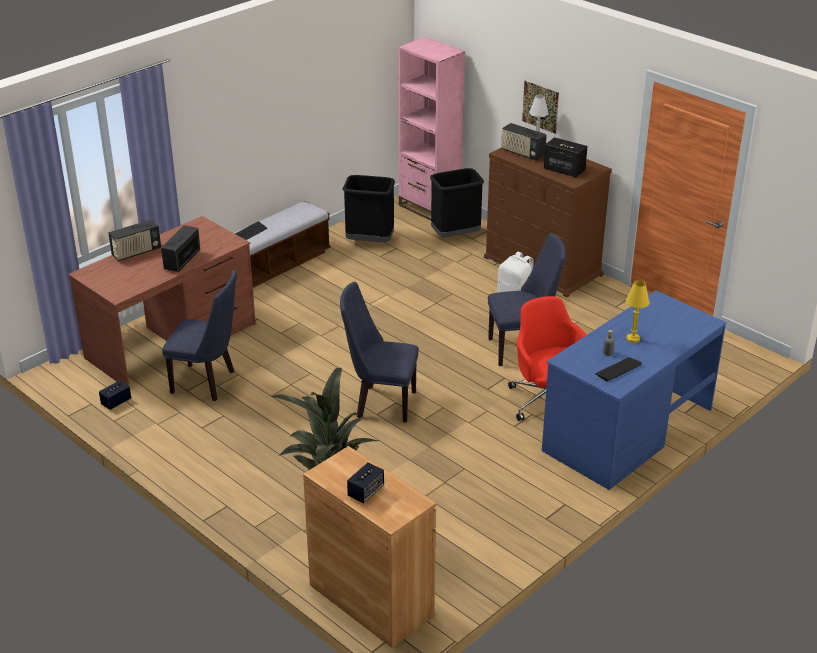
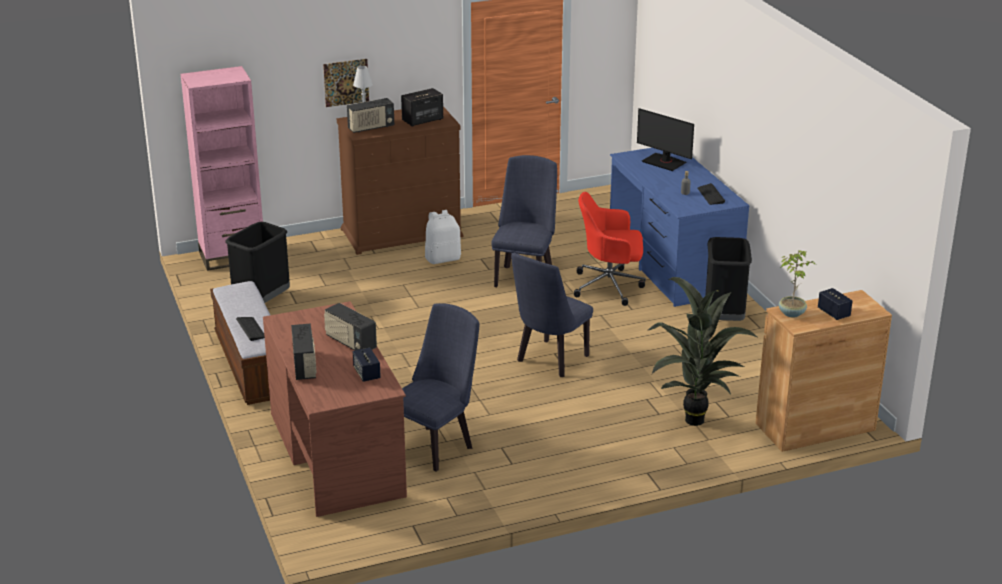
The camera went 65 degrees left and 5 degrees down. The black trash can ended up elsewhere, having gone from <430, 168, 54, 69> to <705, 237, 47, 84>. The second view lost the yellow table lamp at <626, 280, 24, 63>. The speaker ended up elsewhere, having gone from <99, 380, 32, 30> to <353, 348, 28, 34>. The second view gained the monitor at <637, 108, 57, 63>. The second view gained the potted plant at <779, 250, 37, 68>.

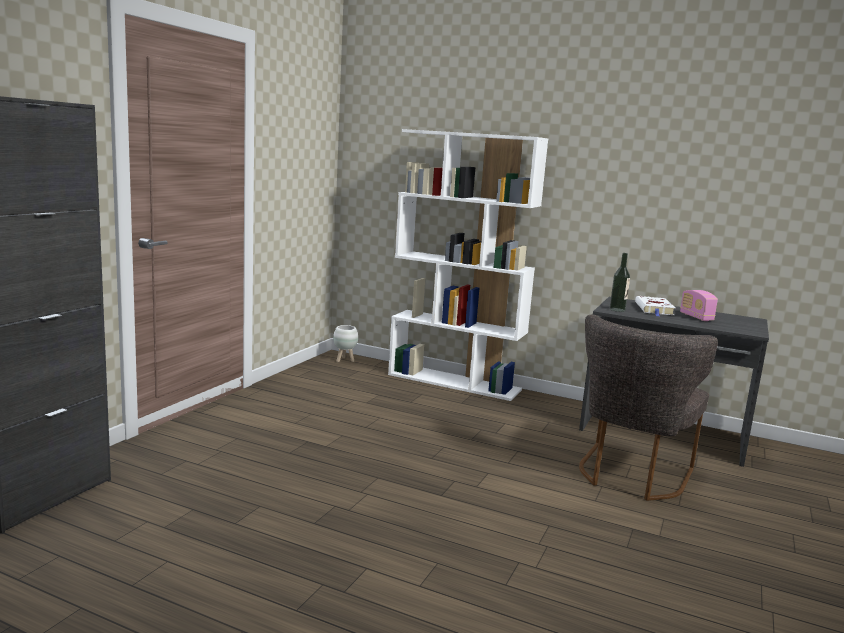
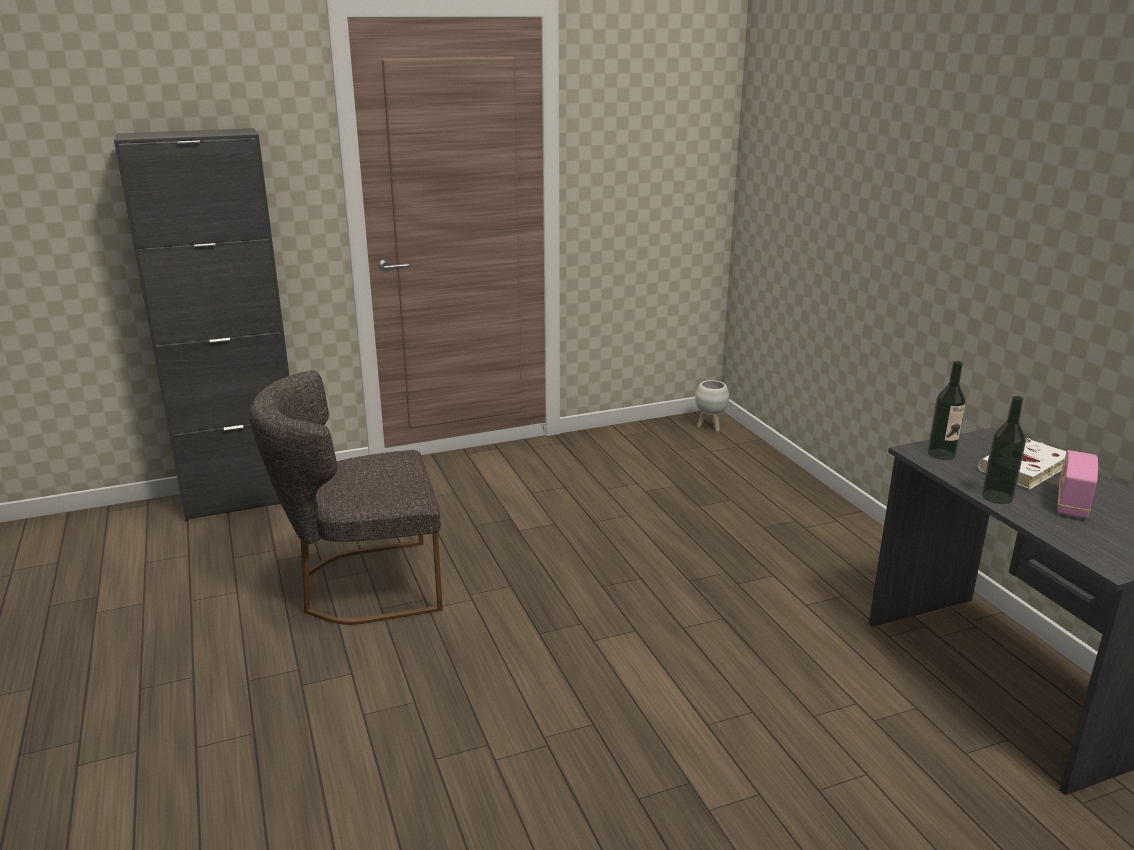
The camera went 45 degrees right and 10 degrees up. The second view lost the white bookcase at <388, 129, 160, 272>. The grey chair ended up elsewhere, having gone from <579, 314, 139, 187> to <249, 370, 194, 255>. The second view gained the bottle at <982, 396, 44, 108>.

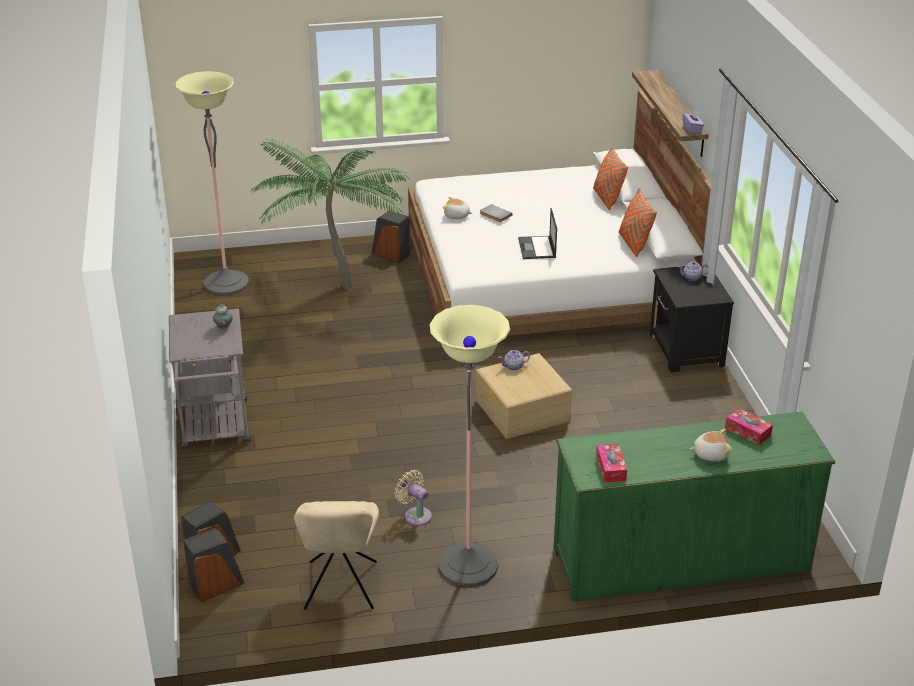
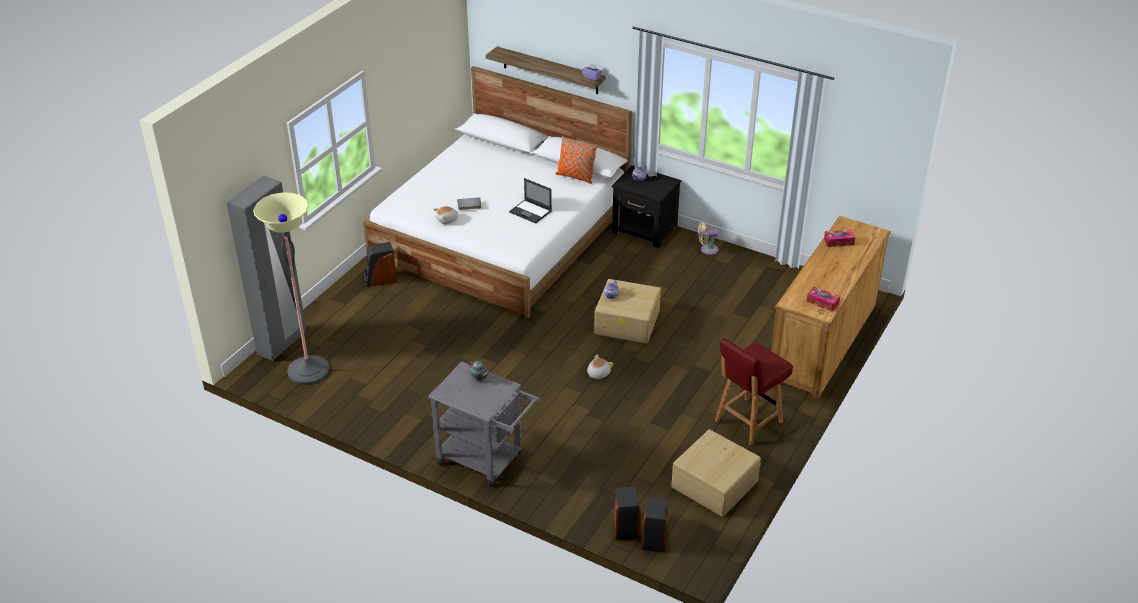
The camera went 50 degrees left and 5 degrees up. The second view lost the potted plant at <250, 138, 159, 151>. The second view lost the orange pillow at <593, 146, 35, 64>. Where the floor lamp stood at <430, 305, 80, 282>, the red chair came to stand at <715, 338, 78, 108>. What was the green dresser at <553, 412, 282, 190> turned into the brown dresser at <771, 216, 120, 184>. The plush toy ended up elsewhere, having gone from <689, 429, 43, 32> to <587, 355, 26, 24>. The beige fan ended up elsewhere, having gone from <395, 470, 37, 56> to <698, 222, 21, 33>. Where the beige chair stood at <294, 501, 85, 109>, the beige storage box came to stand at <671, 429, 90, 88>. The second view gained the grey wardrobe at <226, 175, 80, 186>.

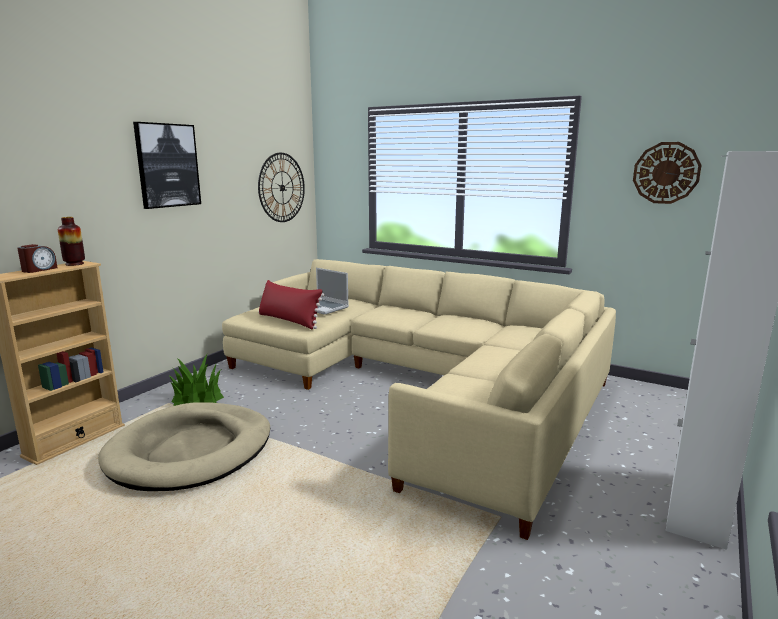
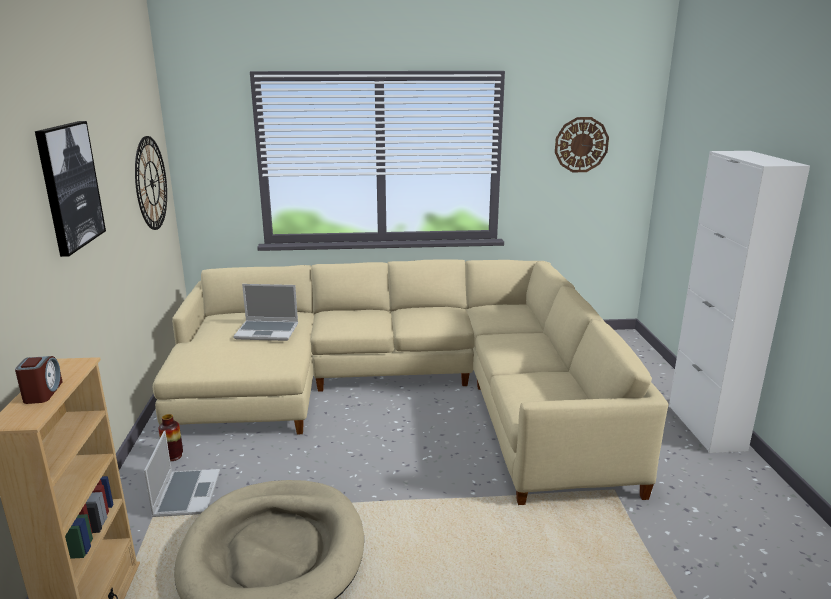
The camera went 35 degrees left and 5 degrees up. The vase ended up elsewhere, having gone from <58, 217, 27, 49> to <158, 414, 25, 47>. The second view lost the red pillow at <258, 280, 67, 50>. Where the potted plant stood at <168, 354, 56, 52>, the laptop came to stand at <144, 431, 76, 86>.

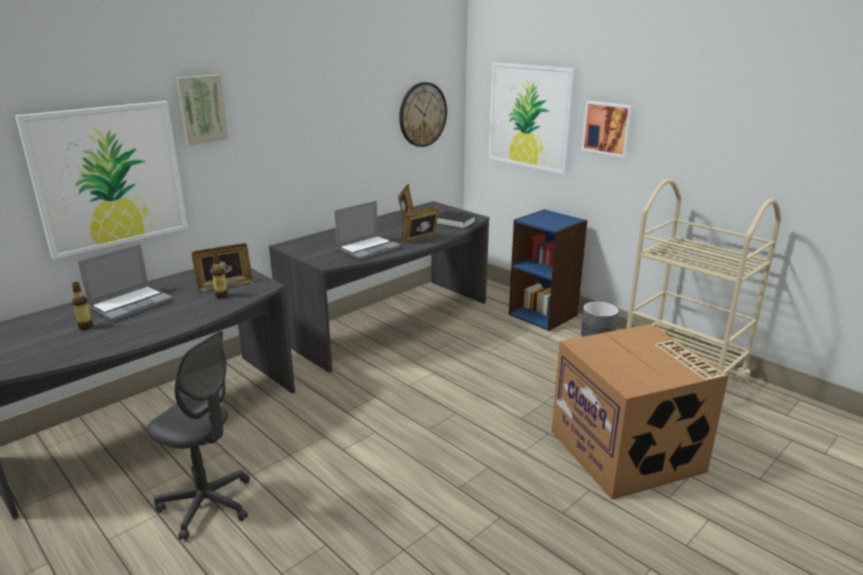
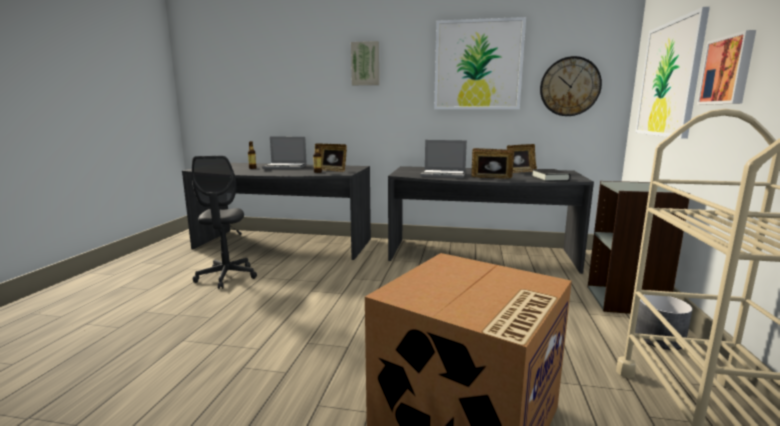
The camera went 55 degrees right and 10 degrees down. The picture ended up elsewhere, having gone from <15, 101, 173, 158> to <434, 17, 92, 92>. What was the blue bookcase at <509, 209, 78, 122> turned into the grey bookcase at <588, 181, 102, 133>.

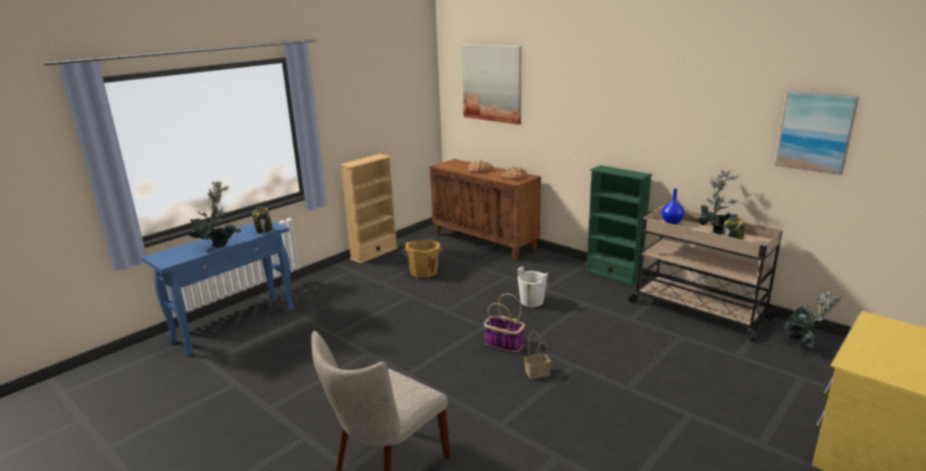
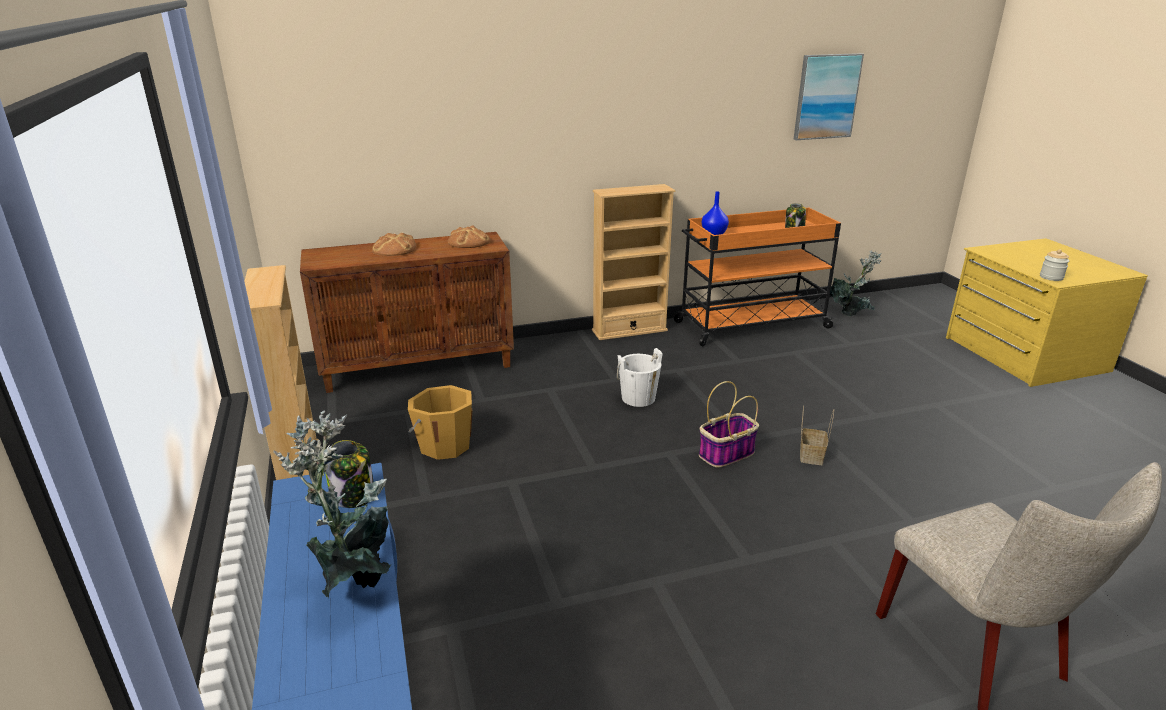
The camera went 60 degrees left and 5 degrees up. The second view lost the picture at <461, 44, 61, 81>. What was the green bookcase at <585, 165, 67, 121> turned into the beige bookcase at <592, 184, 84, 156>. The second view lost the potted plant at <697, 170, 42, 65>. What was the beige cart at <629, 206, 154, 135> turned into the orange cart at <674, 208, 167, 138>. The second view gained the jar at <1040, 249, 29, 32>.

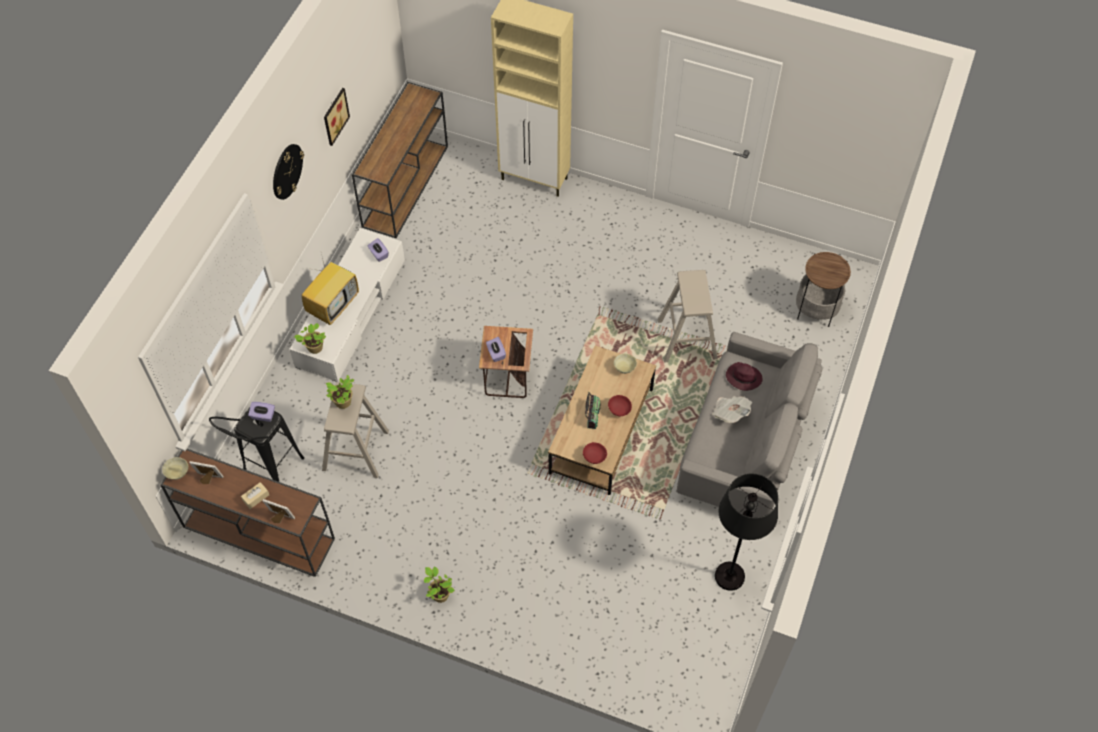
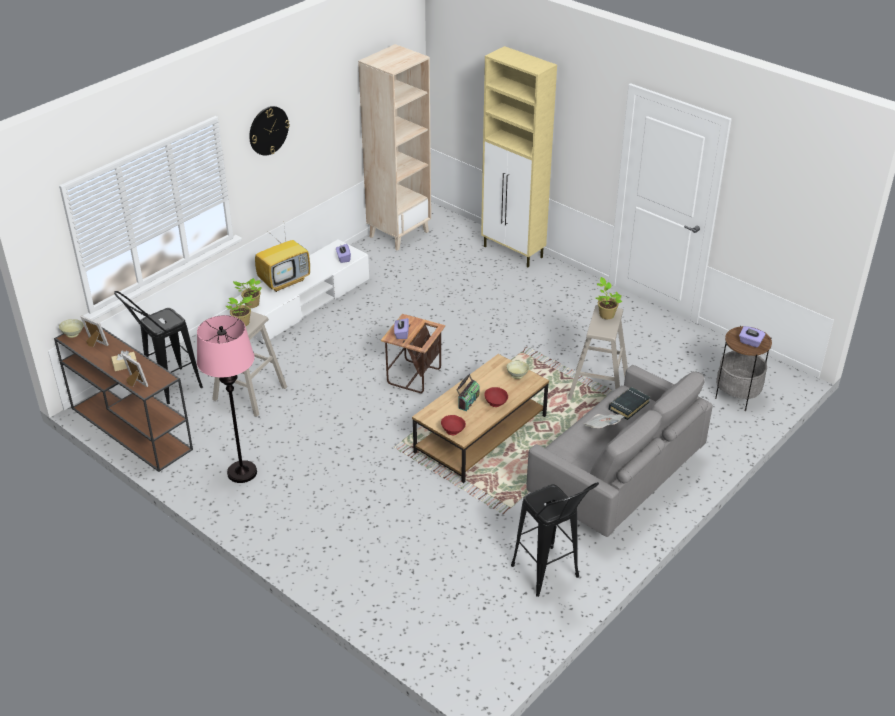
The camera went 20 degrees right and 20 degrees down. Where the brown console table stood at <352, 82, 96, 156>, the beige bookcase came to stand at <358, 44, 73, 207>. The second view lost the picture at <324, 88, 26, 58>. Where the purple hat stood at <726, 362, 37, 29>, the black book came to stand at <609, 387, 41, 33>. The purple tissue box ended up elsewhere, having gone from <248, 402, 27, 20> to <739, 326, 27, 22>. Where the black floor lamp stood at <715, 473, 63, 118>, the black stool came to stand at <511, 482, 88, 115>. The potted plant ended up elsewhere, having gone from <424, 566, 31, 37> to <596, 277, 26, 42>. The second view gained the pink floor lamp at <197, 315, 60, 168>.

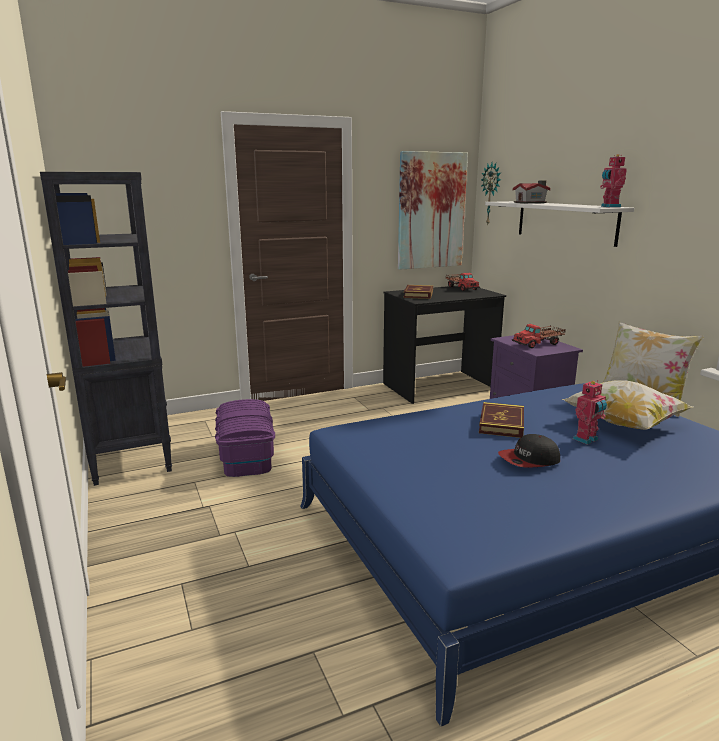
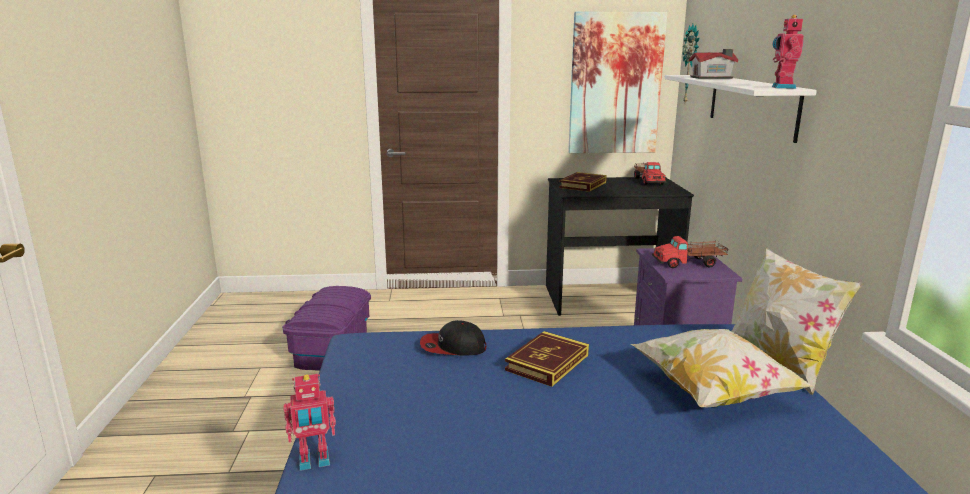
The camera went 20 degrees right and 0 degrees up. The second view lost the black bookcase at <40, 172, 132, 314>. The toy robot ended up elsewhere, having gone from <573, 380, 34, 65> to <283, 374, 53, 97>. The cap ended up elsewhere, having gone from <498, 434, 62, 34> to <420, 320, 66, 35>.

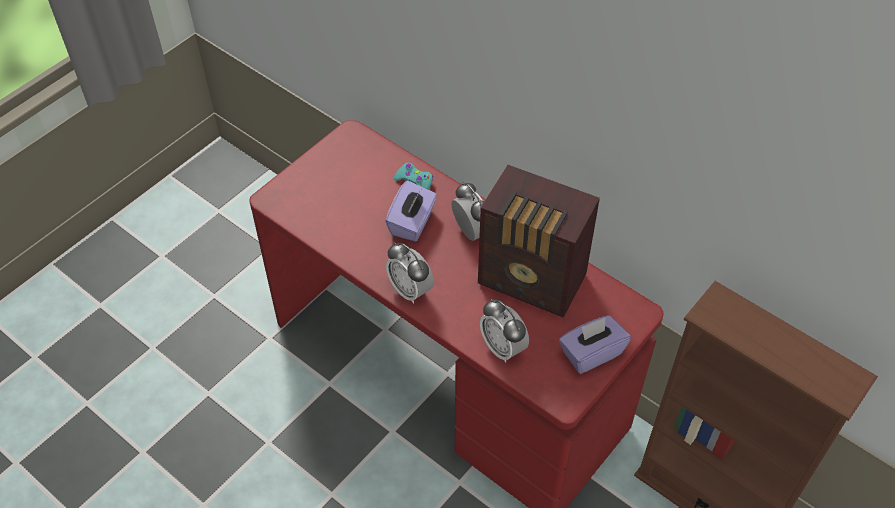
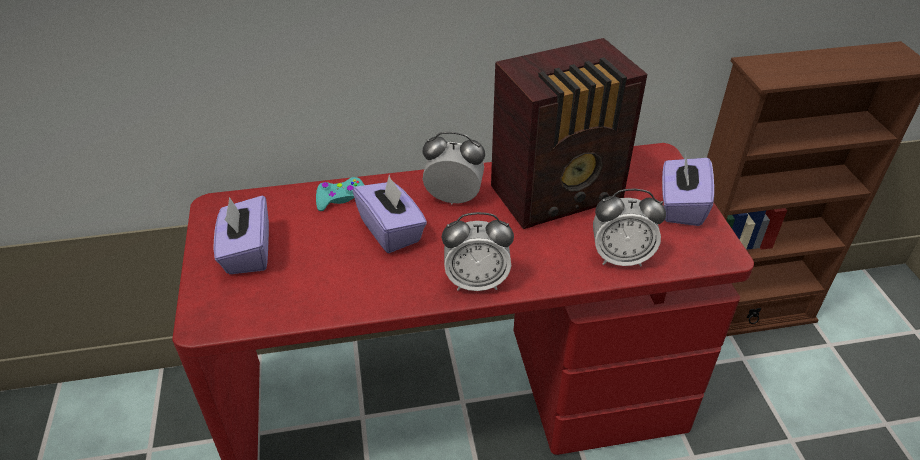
The camera went 50 degrees left and 10 degrees down. The second view gained the purple tissue box at <214, 195, 55, 79>.

